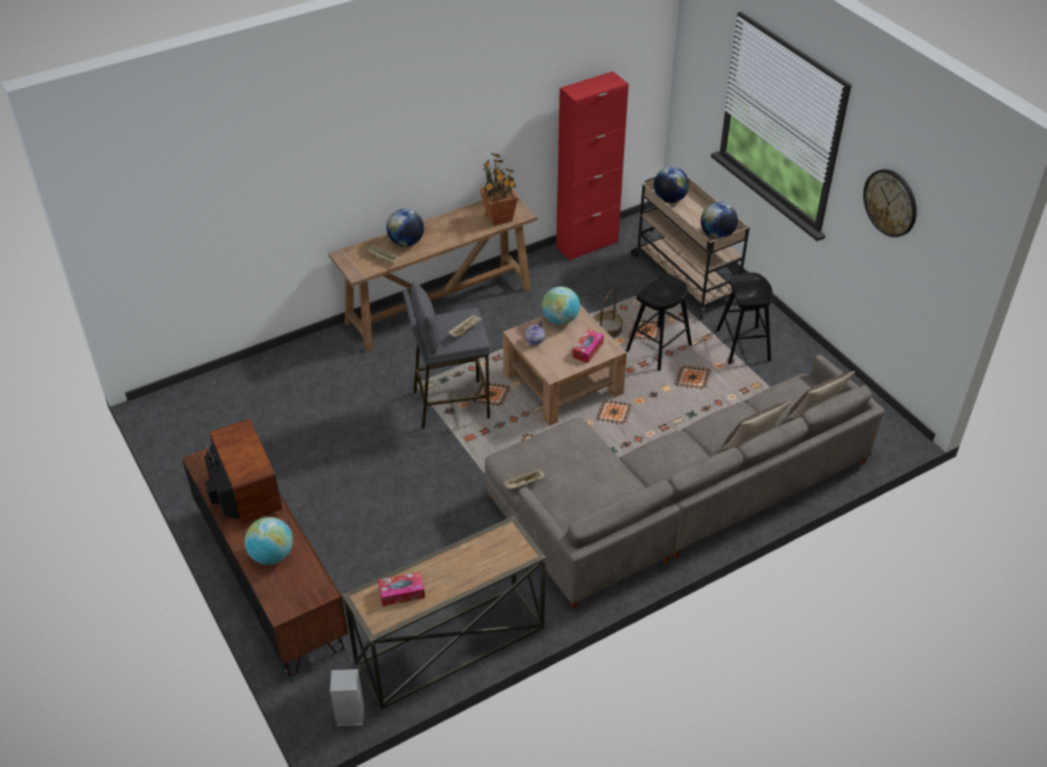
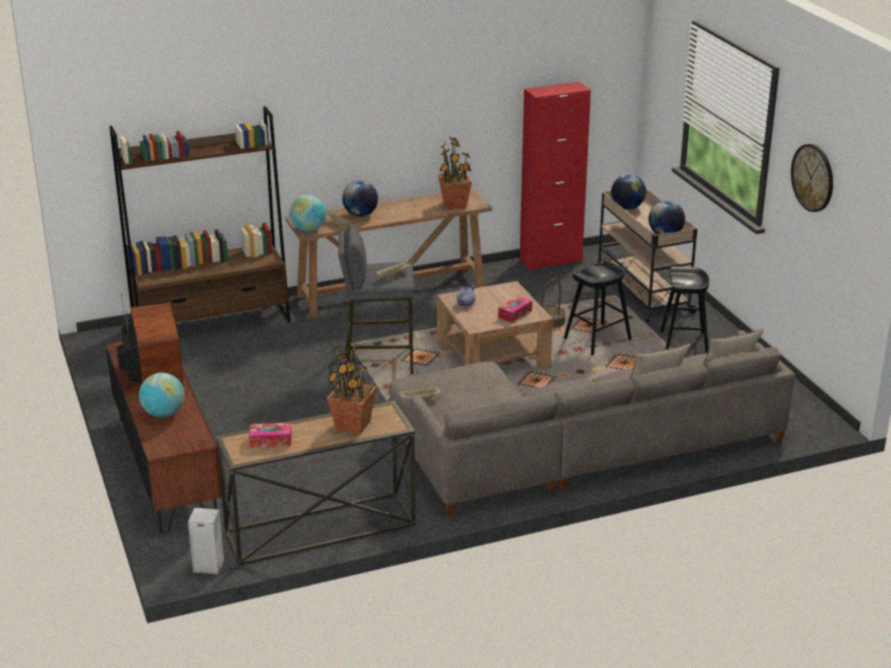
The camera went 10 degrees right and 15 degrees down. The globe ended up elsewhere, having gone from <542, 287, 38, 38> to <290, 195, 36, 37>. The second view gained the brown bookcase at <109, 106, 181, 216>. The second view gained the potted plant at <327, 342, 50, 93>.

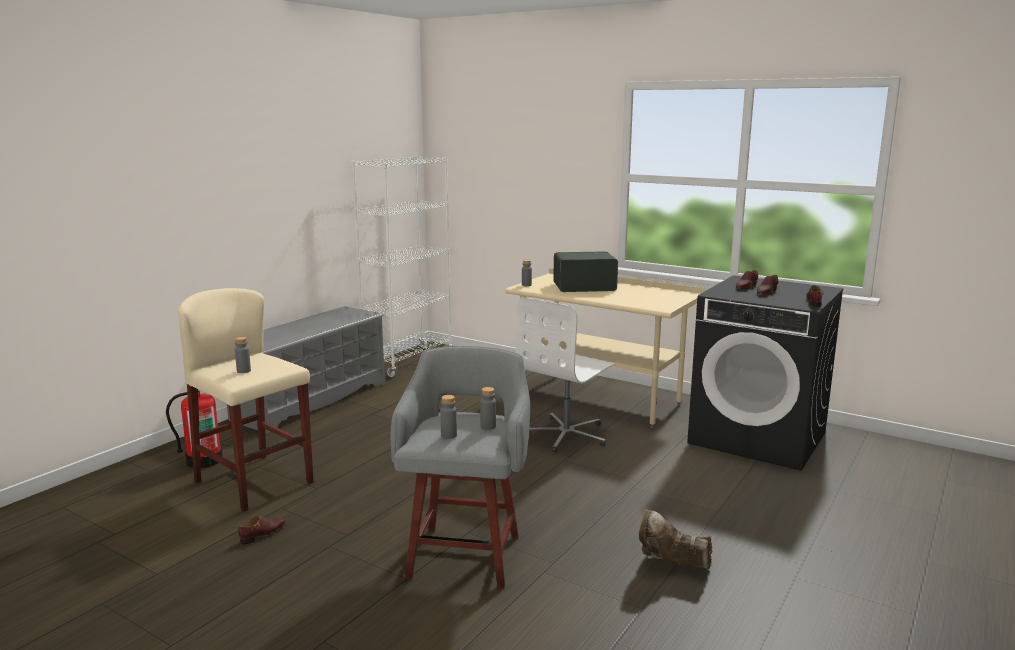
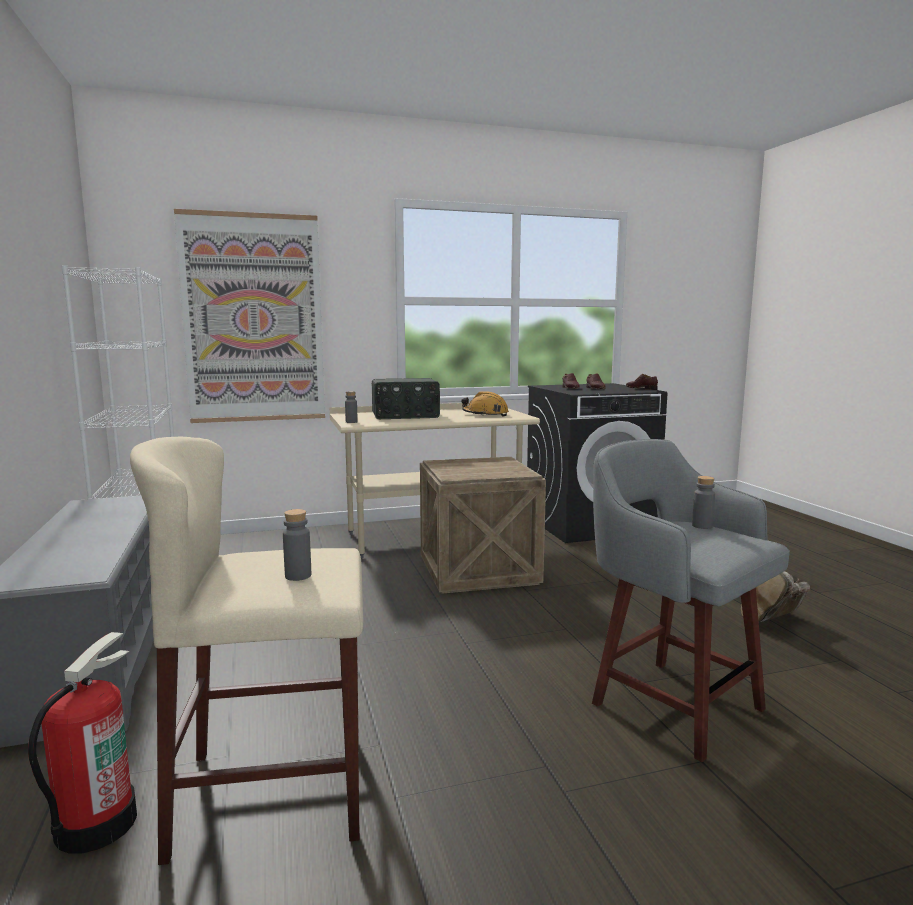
The camera went 50 degrees left and 5 degrees down. The radio at <553, 251, 65, 41> ended up facing another way, 135 degrees counterclockwise from before. Where the white office chair stood at <516, 297, 100, 155>, the crate came to stand at <420, 457, 126, 137>. The second view lost the grey bottle at <440, 395, 17, 44>. The second view lost the brown shoe at <238, 516, 48, 28>. The second view gained the picture at <174, 209, 151, 214>. The second view gained the orange hard hat at <461, 391, 48, 26>.

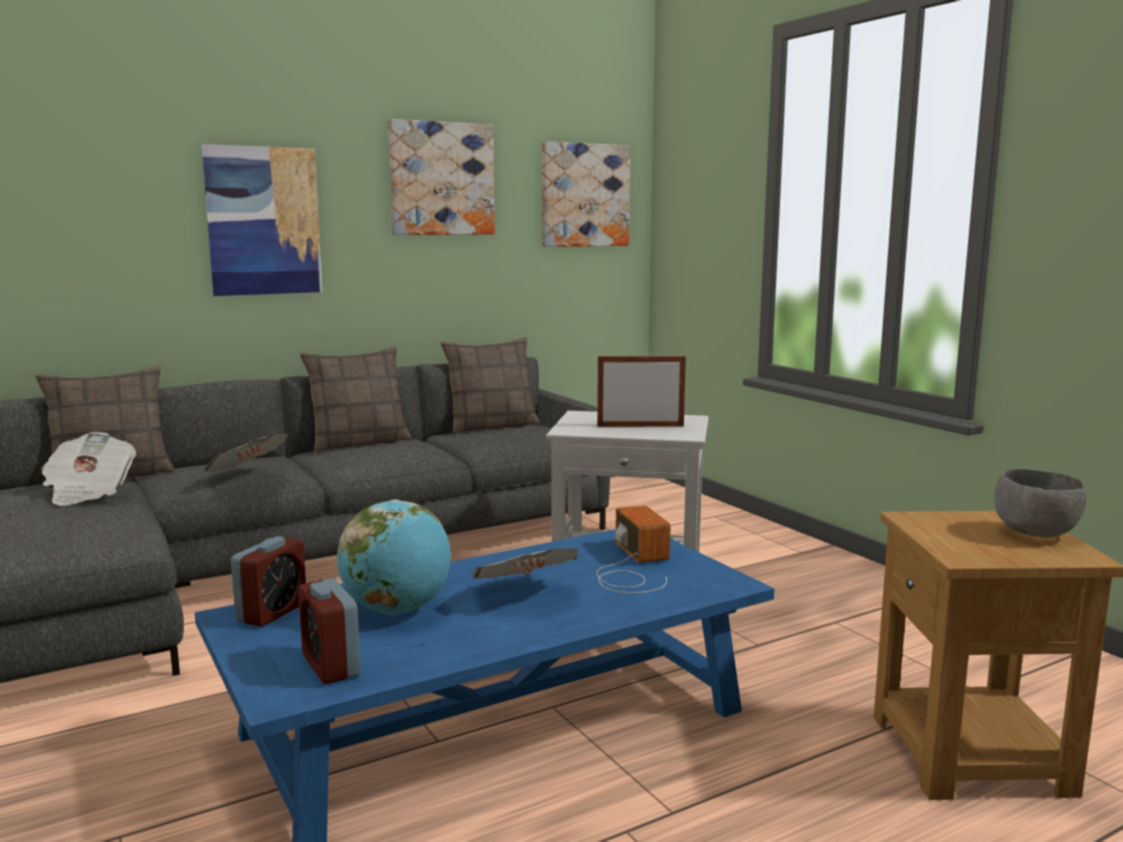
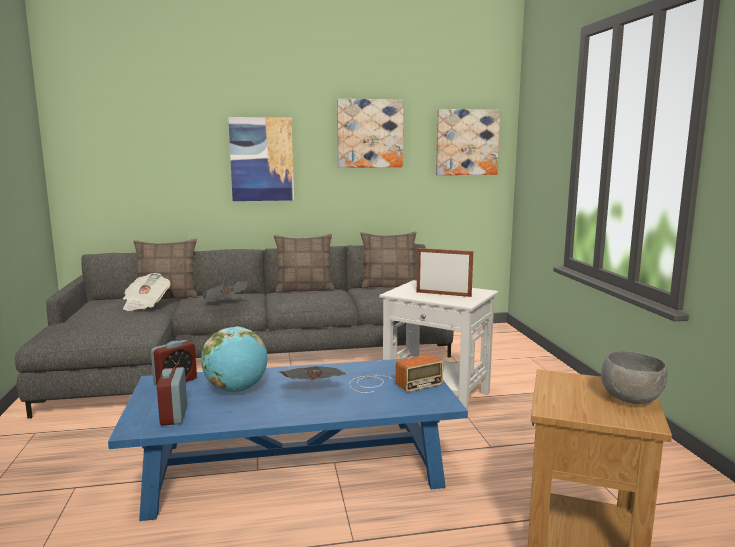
The camera went 20 degrees right and 0 degrees up. The radio at <596, 505, 74, 88> ended up facing another way, 60 degrees clockwise from before.

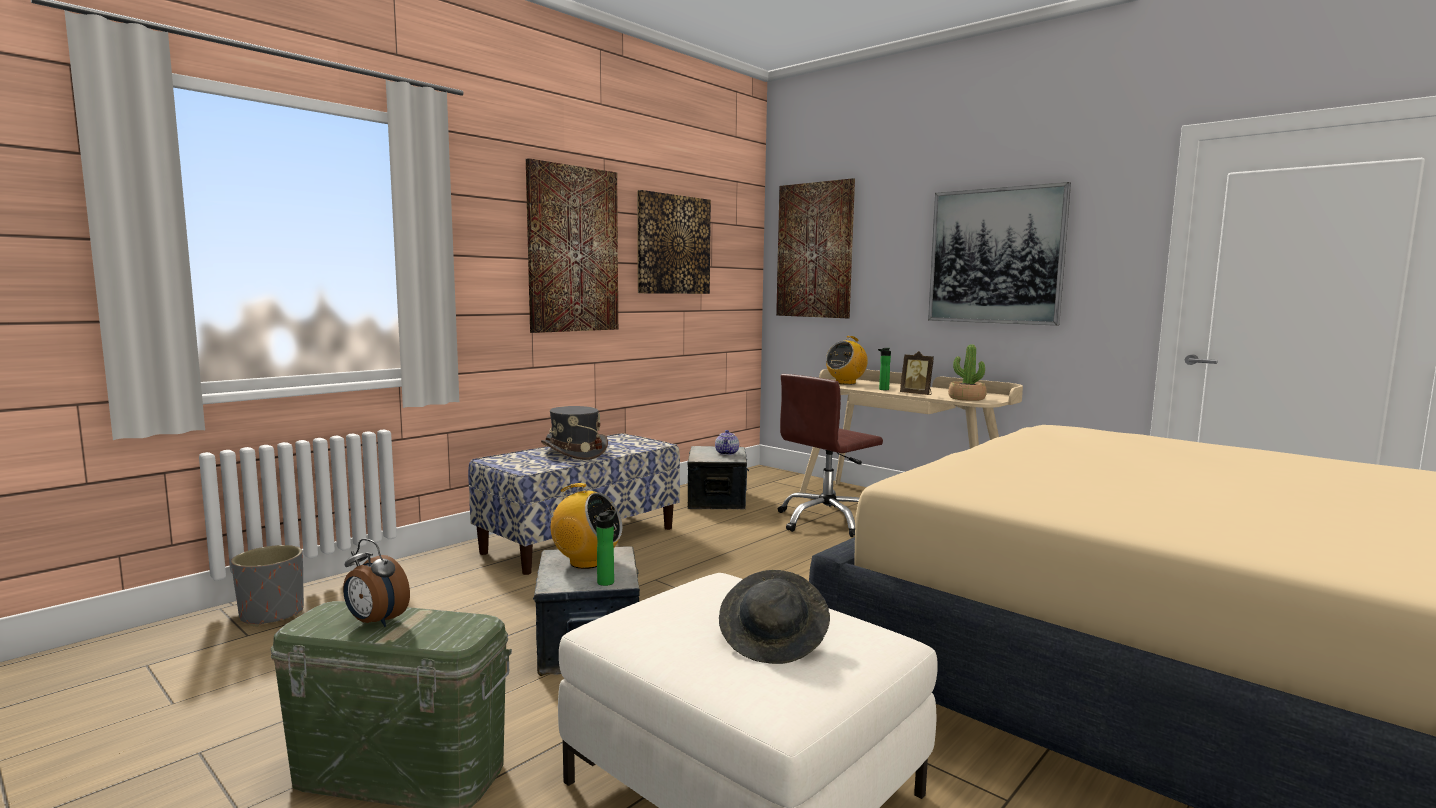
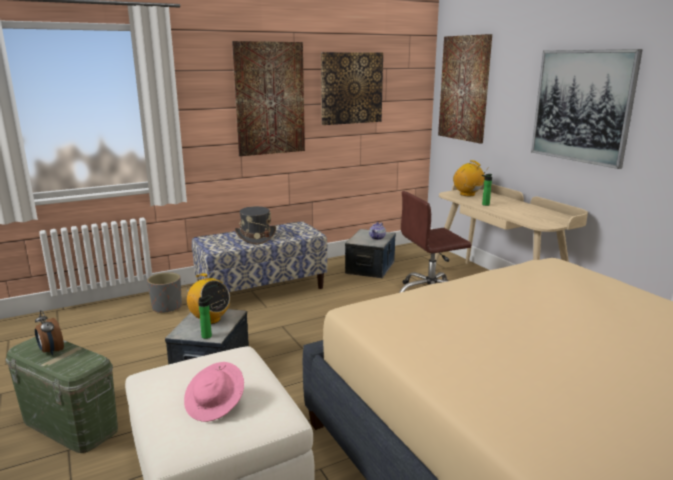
The camera went 20 degrees right and 10 degrees up. The radio at <826, 336, 42, 49> ended up facing another way, 75 degrees clockwise from before. The second view lost the potted plant at <948, 344, 39, 57>. The second view lost the picture frame at <900, 351, 34, 44>. The grey planter ended up elsewhere, having gone from <231, 545, 73, 82> to <147, 272, 35, 42>. What was the grey hat at <719, 570, 111, 94> turned into the pink hat at <184, 362, 60, 60>.

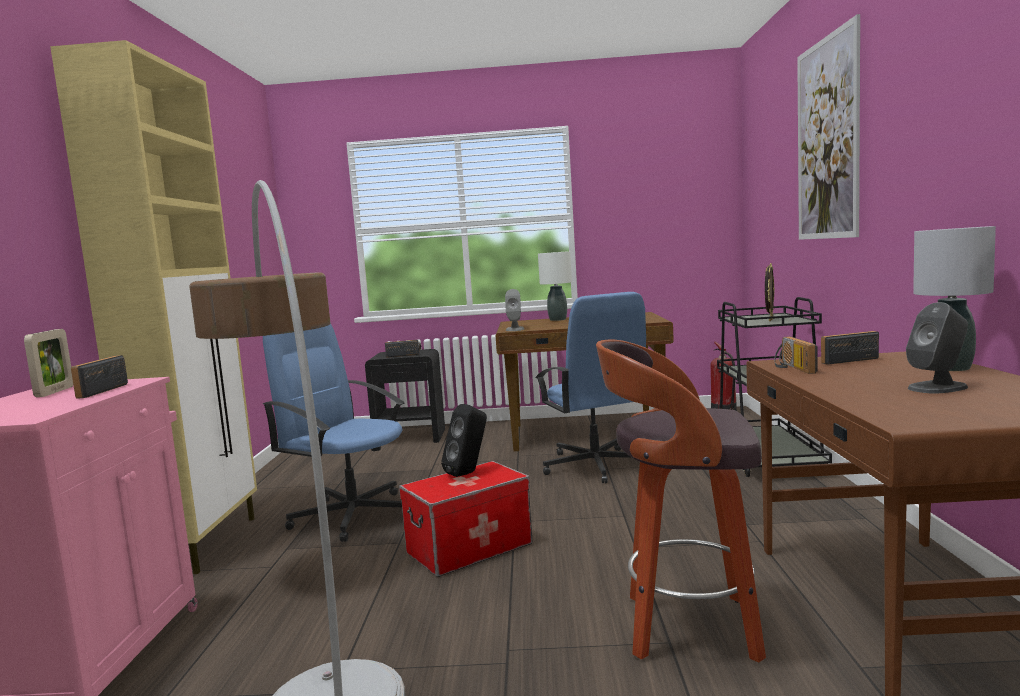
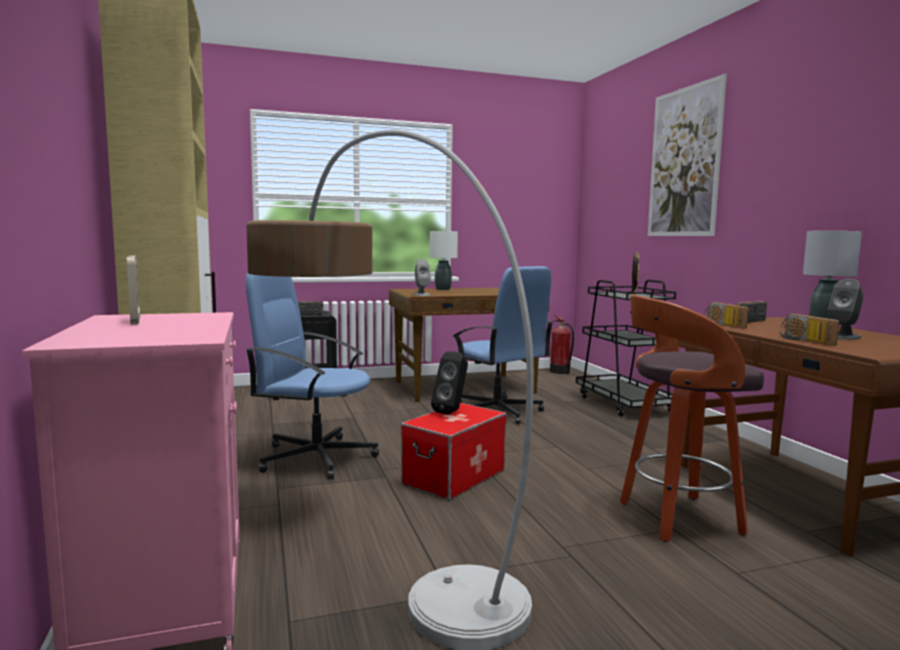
The camera went 20 degrees left and 0 degrees up. The radio ended up elsewhere, having gone from <71, 355, 57, 44> to <780, 314, 59, 32>.

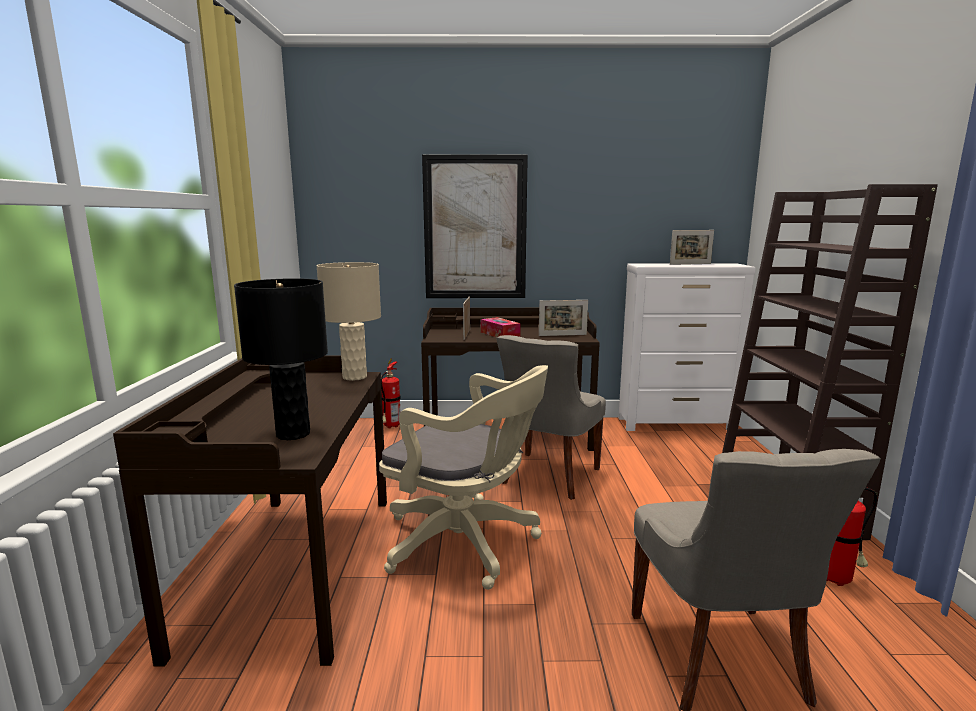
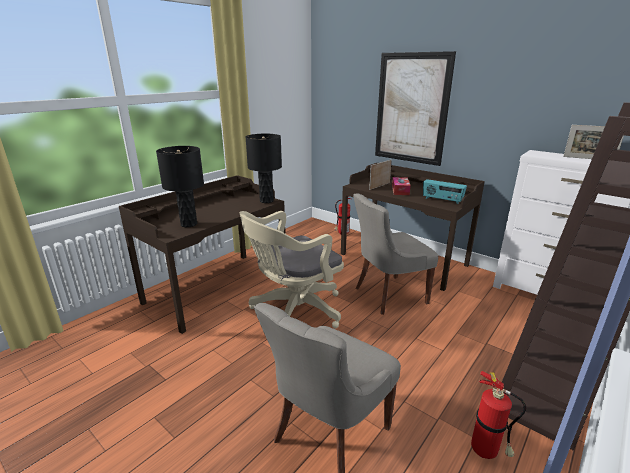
The camera went 40 degrees right and 10 degrees up. What was the beige table lamp at <316, 262, 65, 119> turned into the black table lamp at <245, 134, 37, 69>. Where the picture frame stood at <539, 300, 49, 36>, the radio came to stand at <423, 179, 44, 25>. The beige office chair at <379, 365, 169, 225> ended up facing another way, 75 degrees clockwise from before.

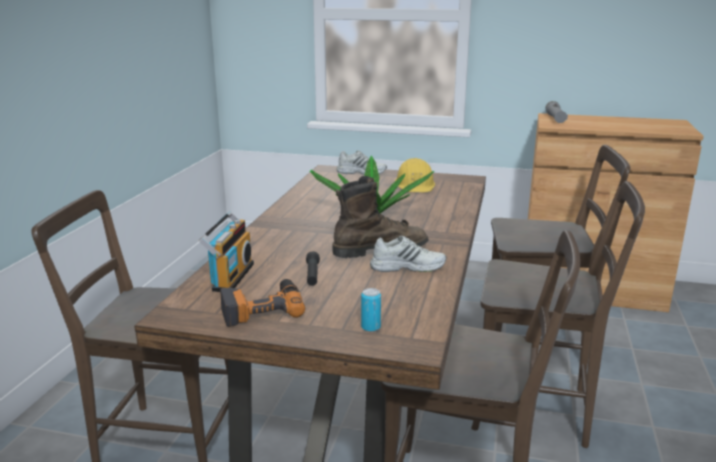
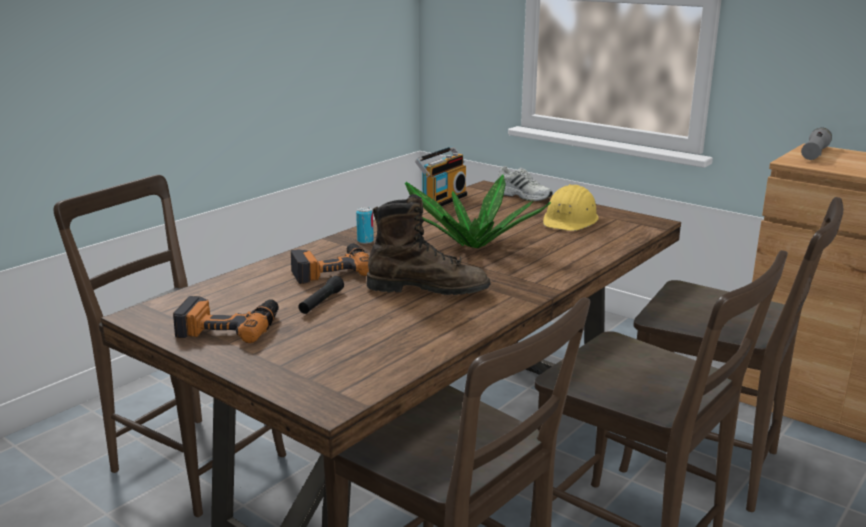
The camera went 25 degrees right and 0 degrees up. The radio ended up elsewhere, having gone from <199, 211, 55, 81> to <415, 146, 52, 60>. The second view lost the white shoe at <370, 236, 76, 36>. The can ended up elsewhere, having gone from <361, 288, 20, 44> to <356, 207, 18, 37>. The second view gained the power drill at <291, 243, 78, 41>.

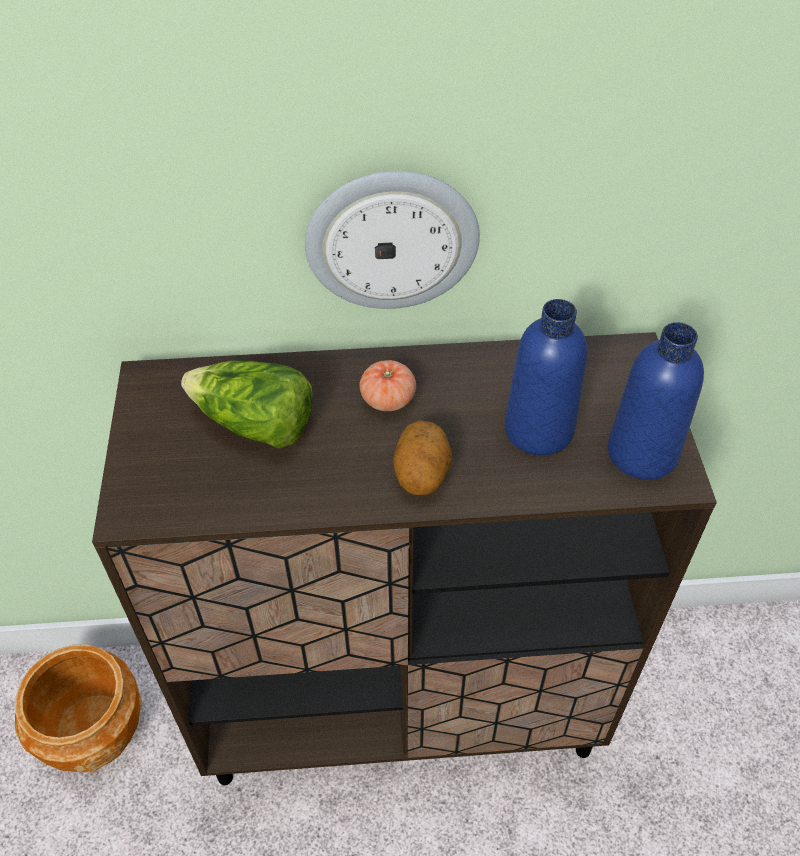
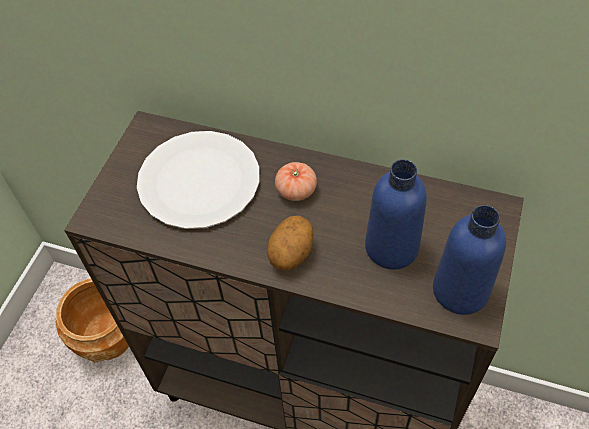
The camera went 25 degrees right and 5 degrees up. The second view lost the wall clock at <305, 171, 175, 138>. Where the lettuce stood at <181, 360, 132, 89>, the white plate came to stand at <137, 131, 122, 98>.

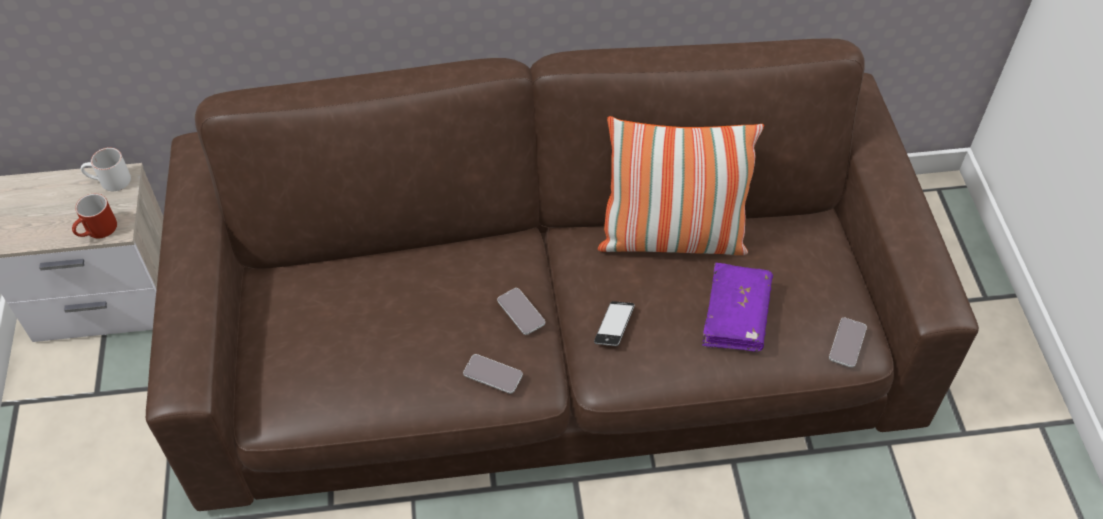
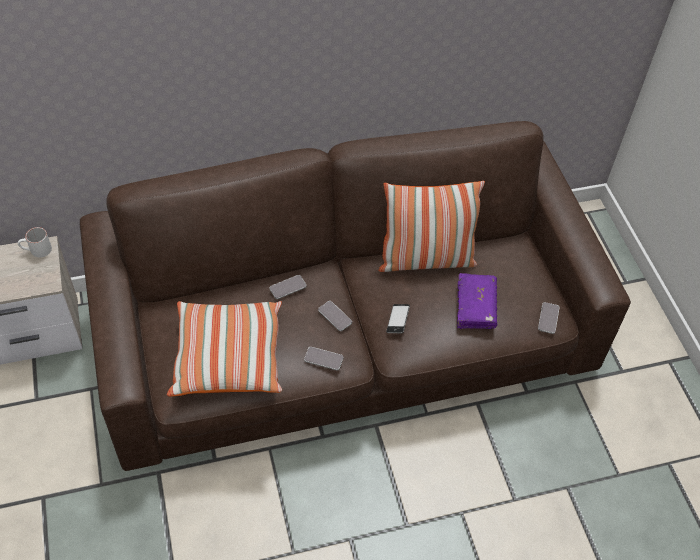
The camera went 10 degrees left and 0 degrees up. The second view lost the red mug at <72, 194, 45, 45>. The second view gained the phone at <270, 275, 36, 24>. The second view gained the pillow at <167, 301, 115, 96>.

